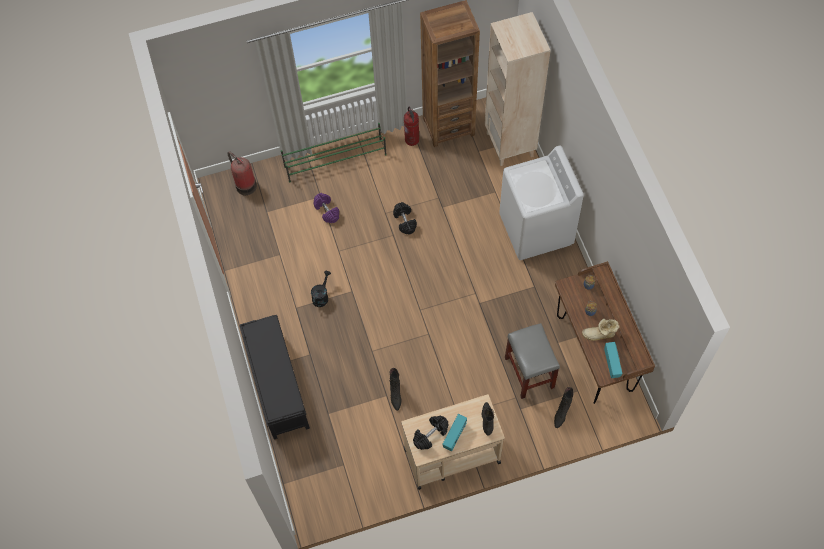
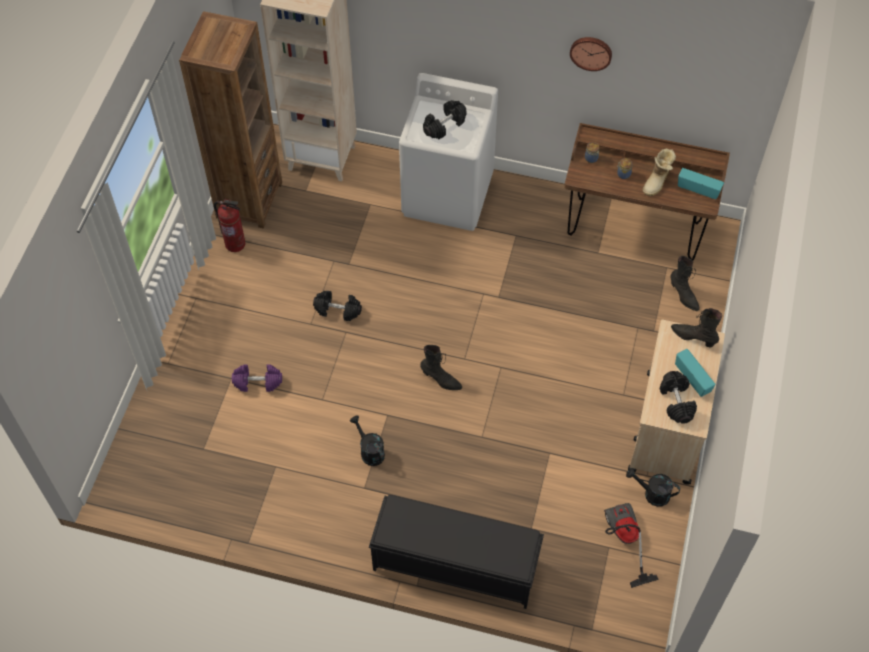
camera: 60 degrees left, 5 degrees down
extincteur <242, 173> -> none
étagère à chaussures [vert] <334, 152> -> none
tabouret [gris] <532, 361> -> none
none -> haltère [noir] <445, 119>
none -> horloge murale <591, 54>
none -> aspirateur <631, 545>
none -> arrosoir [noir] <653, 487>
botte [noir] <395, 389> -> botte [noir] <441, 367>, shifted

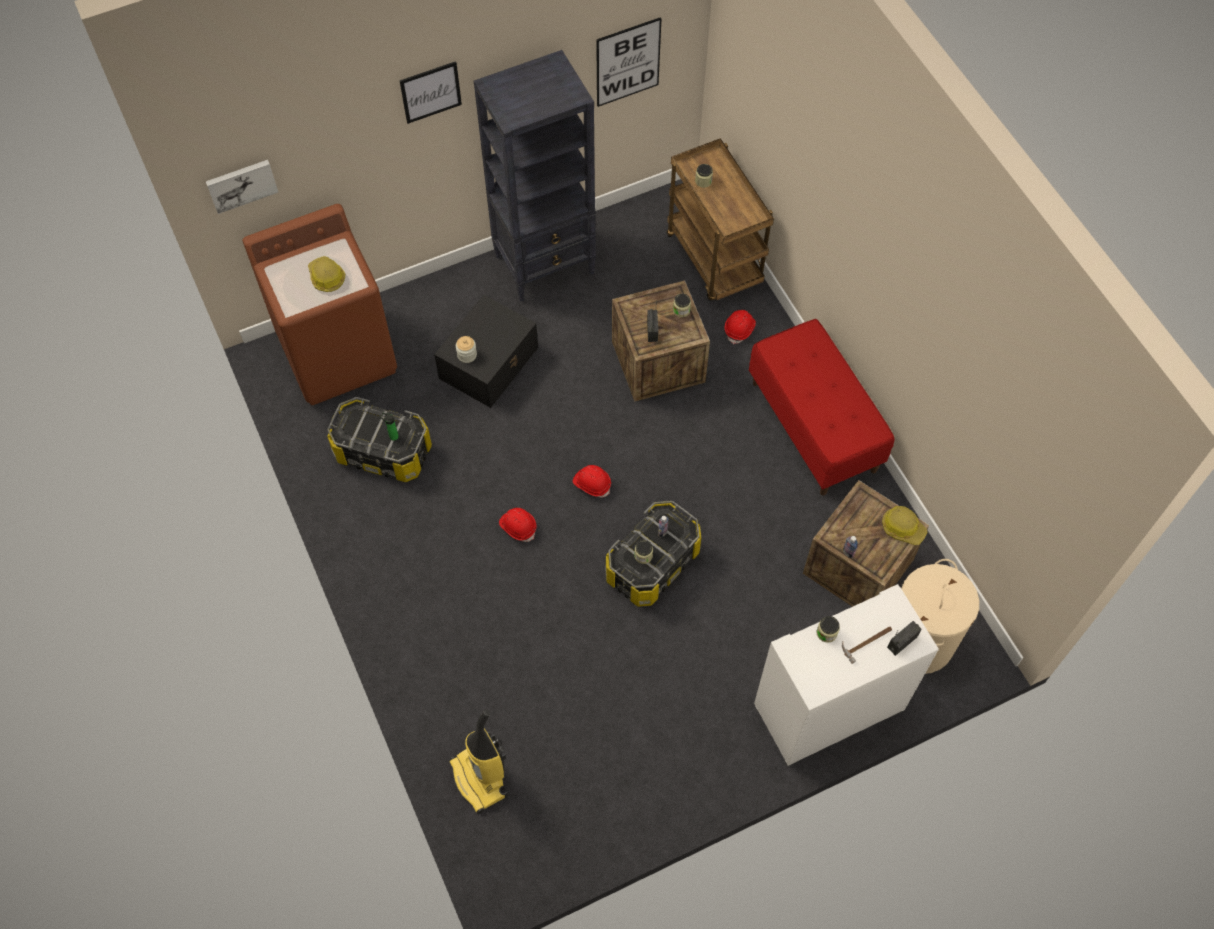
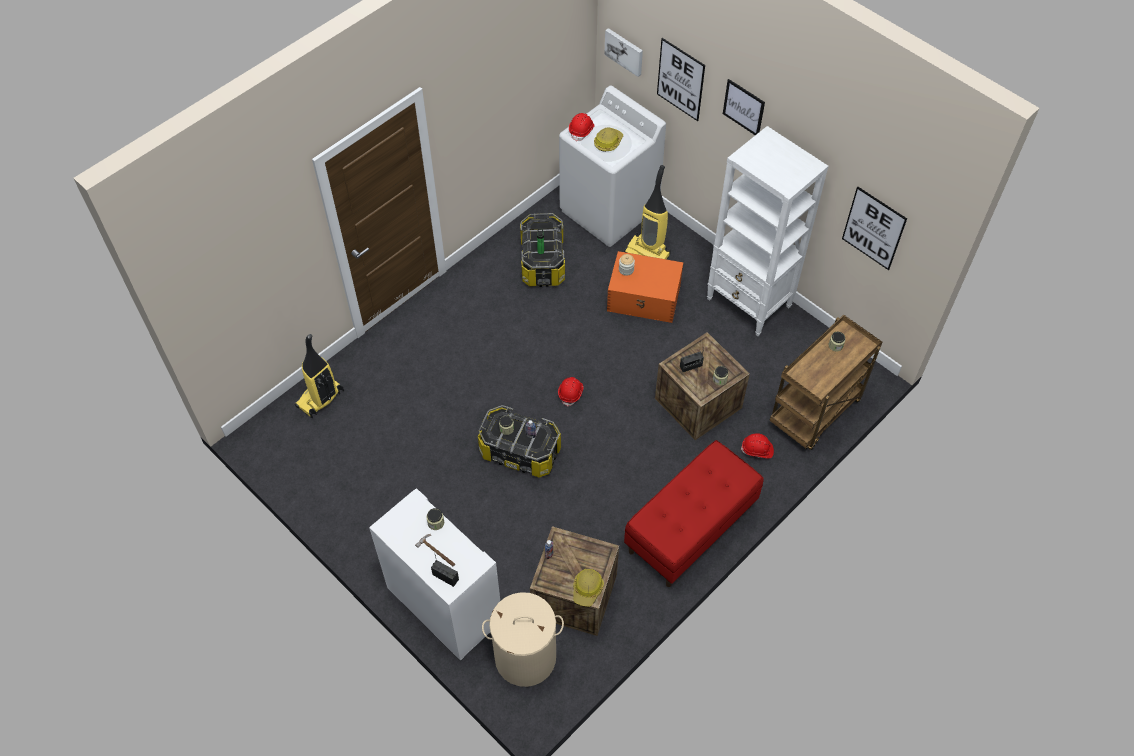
camera: 70 degrees right, 5 degrees down
none -> aspirateur <647, 212>
none -> tableau <681, 79>
casque de chantier [rouge] <517, 525> -> casque de chantier [rouge] <582, 127>, shifted
lave-linge [marron] <319, 304> -> lave-linge [blanc] <612, 166>
boîte de rangement [noir] <486, 351> -> boîte de rangement [orange] <645, 287>
bibliothèque [noir] <535, 176> -> bibliothèque [blanc] <768, 231>

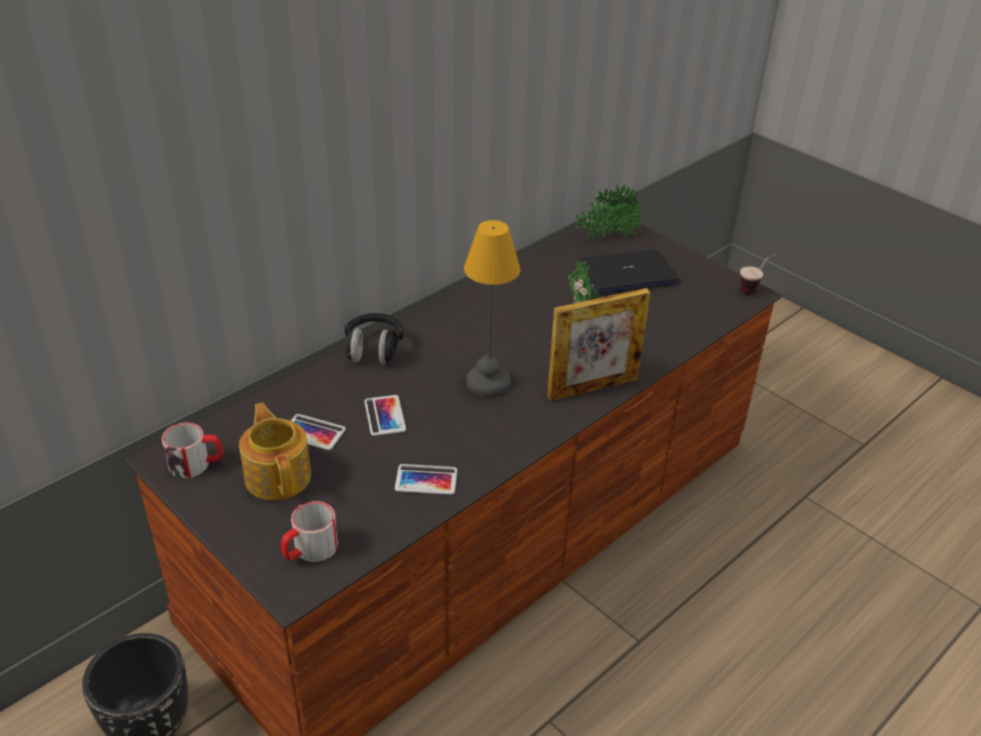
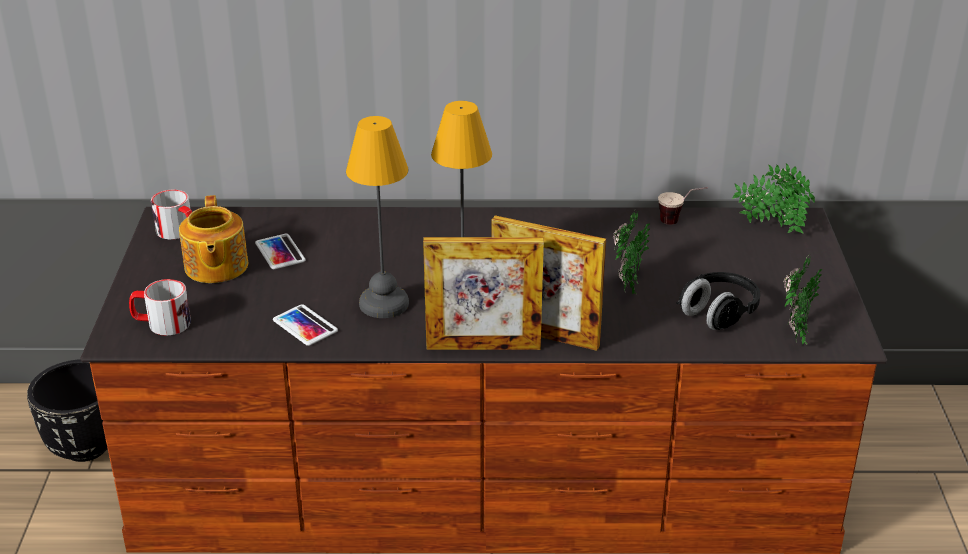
camera: 45 degrees right, 5 degrees down
téléphone <385, 415> -> none
ordinateur portable <628, 272> -> none
none -> lampe de table <377, 217>
none -> cadre photo <483, 293>
none -> plante en pot <803, 300>
casque audio [noir] <374, 339> -> casque audio [noir] <718, 301>, shifted
tasse <759, 273> -> tasse <683, 206>, shifted
théière <275, 451> -> théière <213, 239>, 150 degrees clockwise

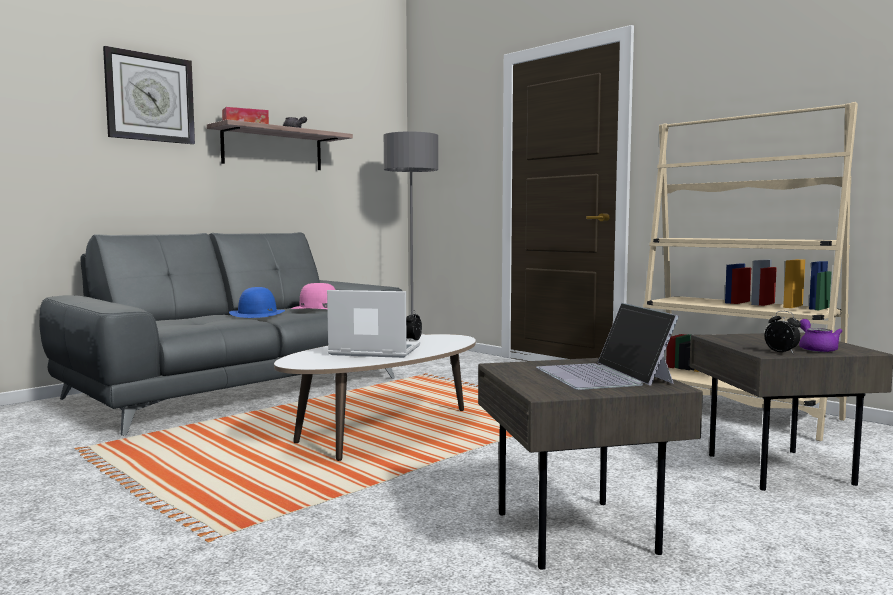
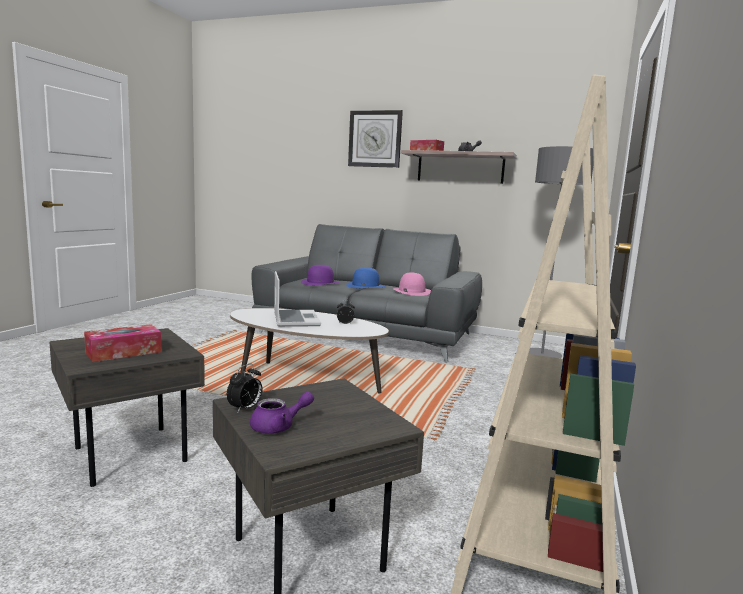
camera: 65 degrees right, 5 degrees up
none -> chapeau [violet] <320, 275>
ordinateur portable <607, 346> -> boîte à mouchoirs <123, 343>

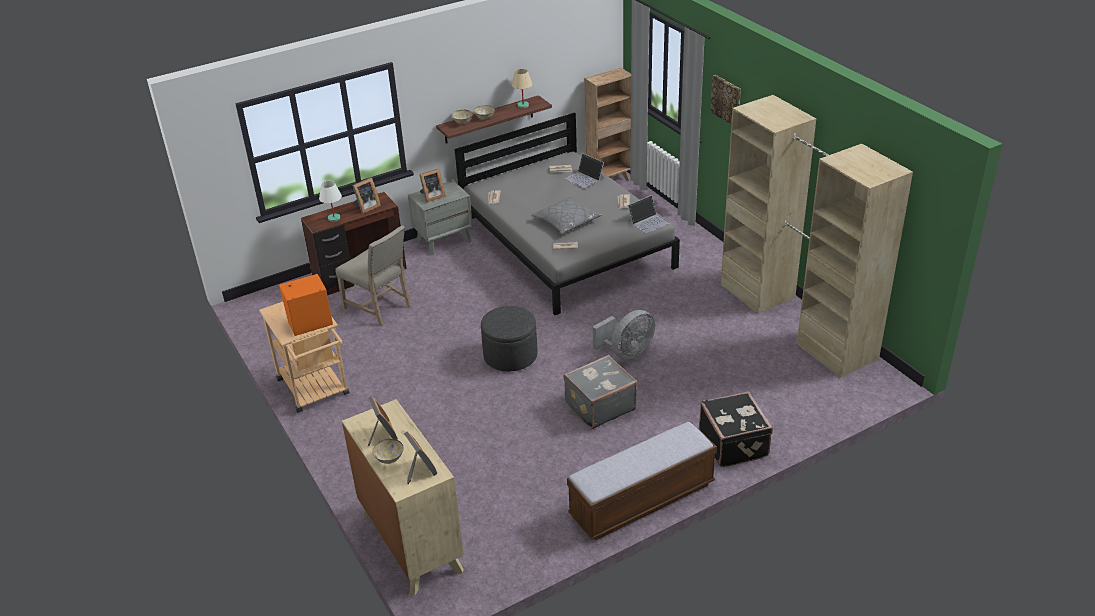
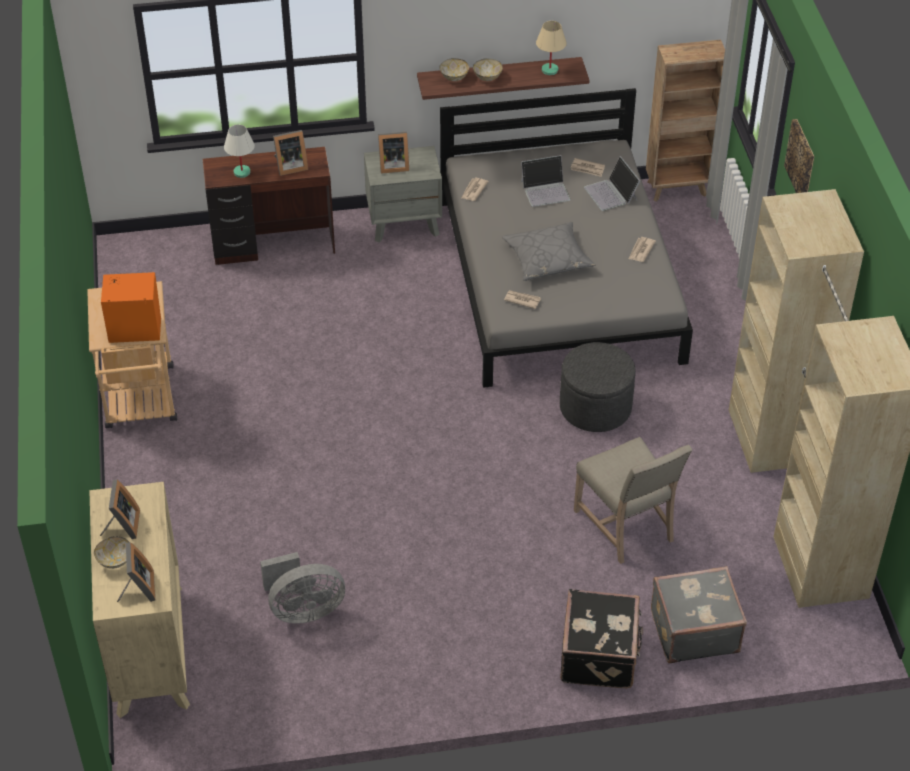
camera: 20 degrees right, 10 degrees up
banc <642, 481> -> none
chaise [beige] <373, 275> -> chaise [beige] <633, 500>, shifted
pouf [gris] <509, 338> -> pouf [gris] <598, 387>, shifted
valise [gris] <600, 392> -> valise [gris] <699, 614>, shifted
ventilateur [gris] <624, 335> -> ventilateur [gris] <302, 588>, shifted
ordinateur portable <648, 214> -> ordinateur portable <546, 181>, shifted

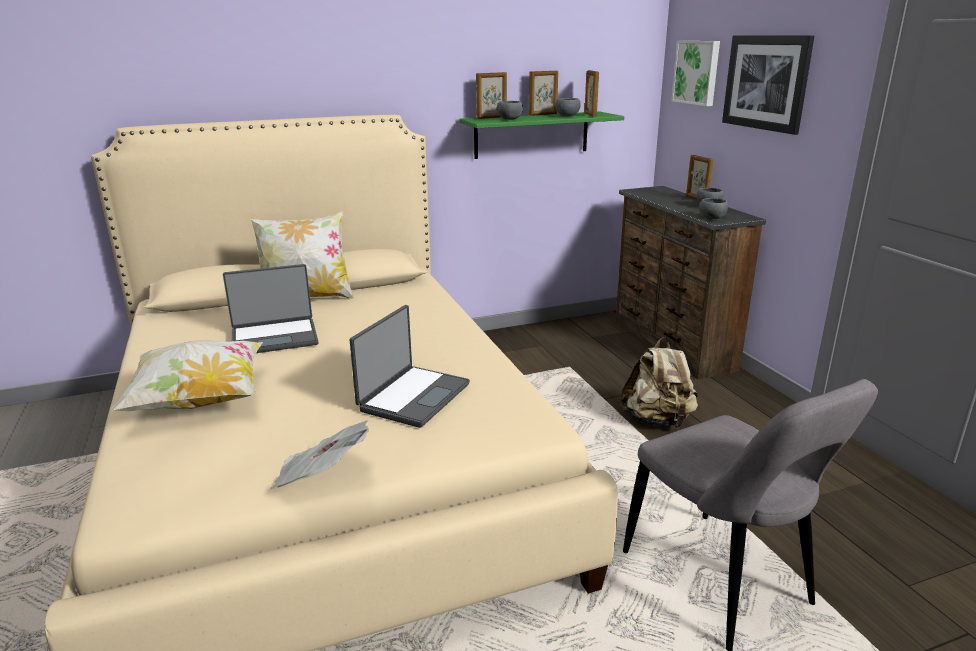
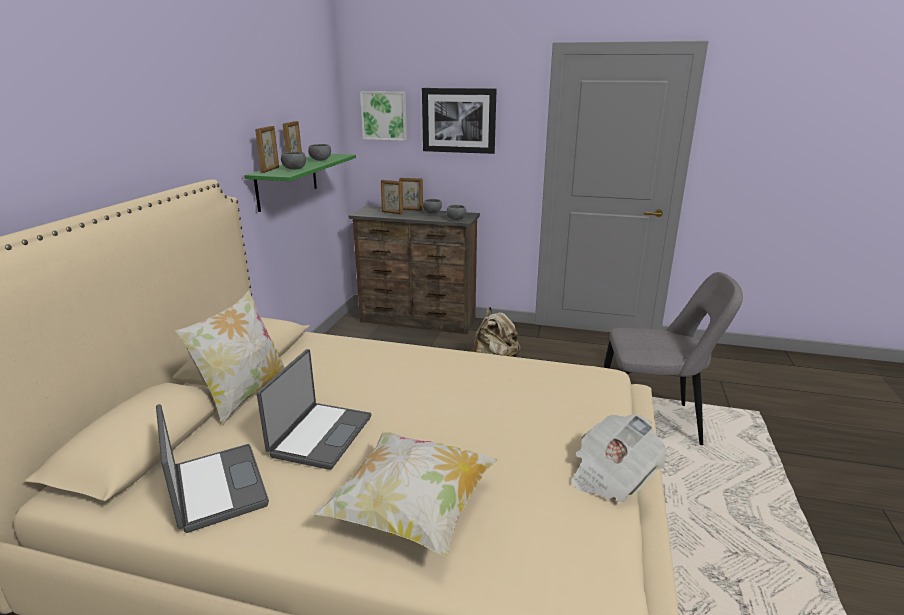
camera: 55 degrees left, 0 degrees up
ordinateur portable <410, 366> -> ordinateur portable <212, 468>, shifted
cadre photo <591, 93> -> cadre photo <392, 197>, shifted

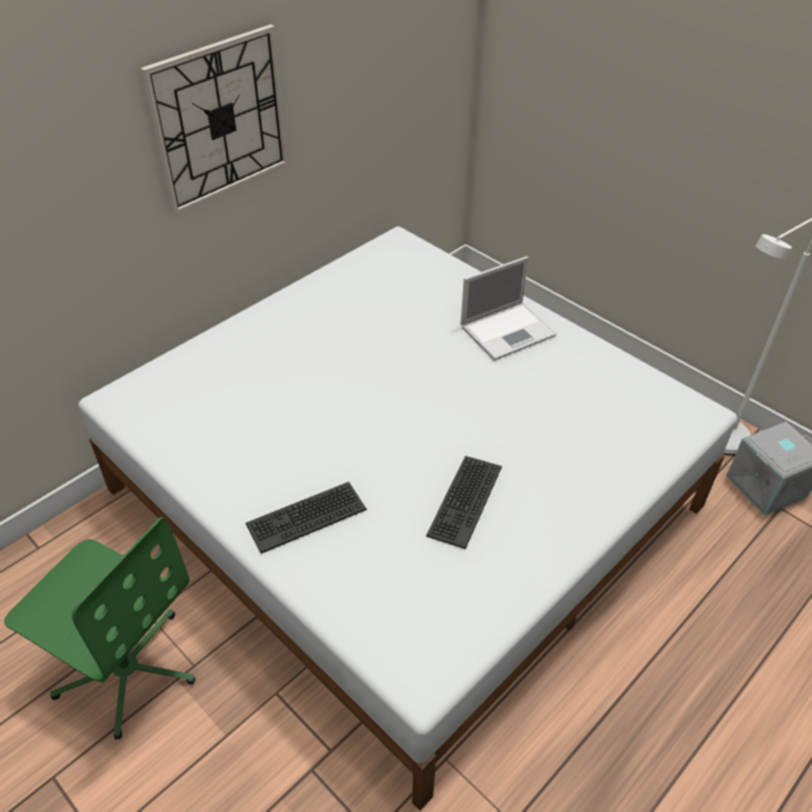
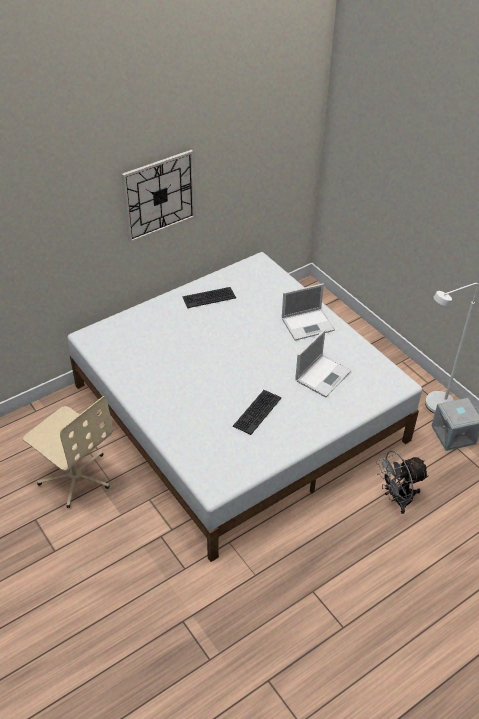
camera: 10 degrees right, 0 degrees up
none -> ordinateur portable <323, 363>
none -> ventilateur [gris] <402, 482>
clavier <306, 518> -> clavier <209, 297>, shifted
chaise de bureau [vert] <99, 628> -> chaise de bureau [beige] <68, 452>

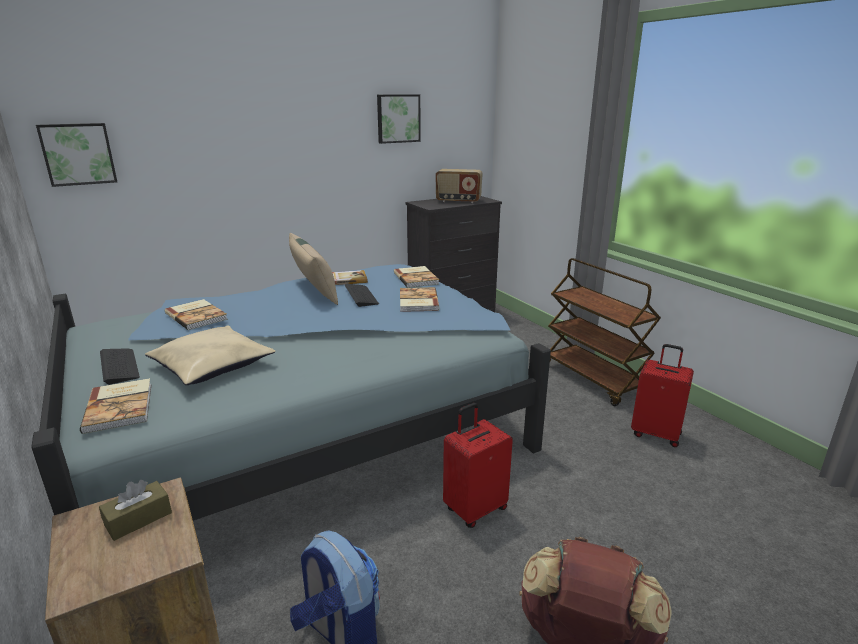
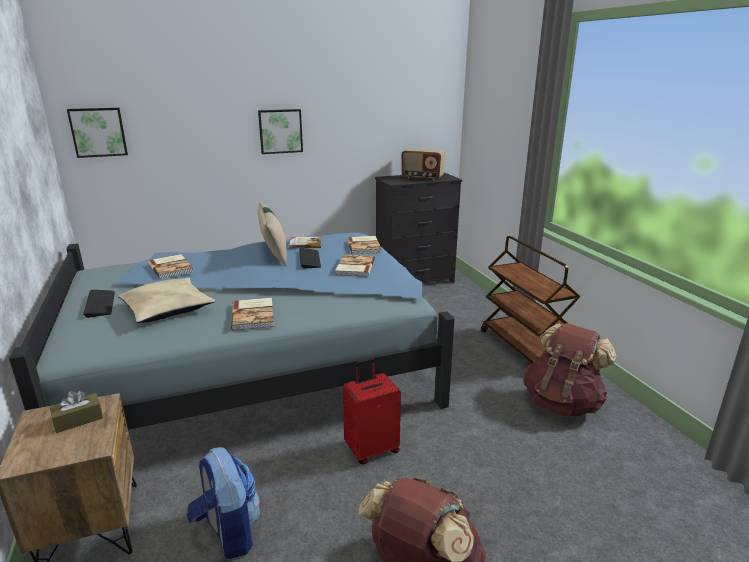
camera: 10 degrees right, 0 degrees up
livre <115, 406> -> livre <252, 314>, shifted
tableau <399, 119> -> tableau <280, 131>, shifted
valise [rouge] <662, 395> -> sac à dos [marron] <570, 370>

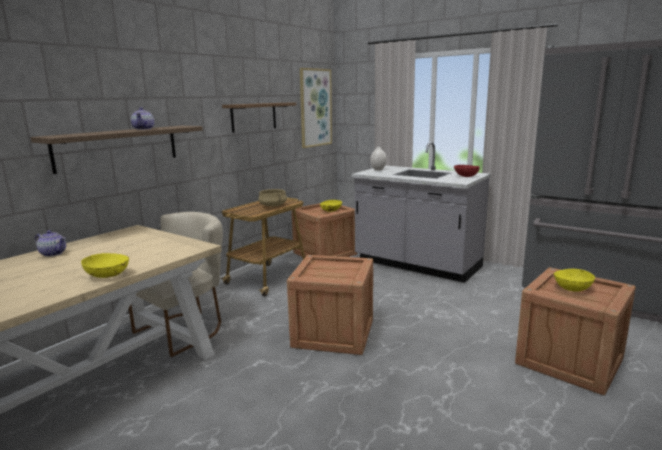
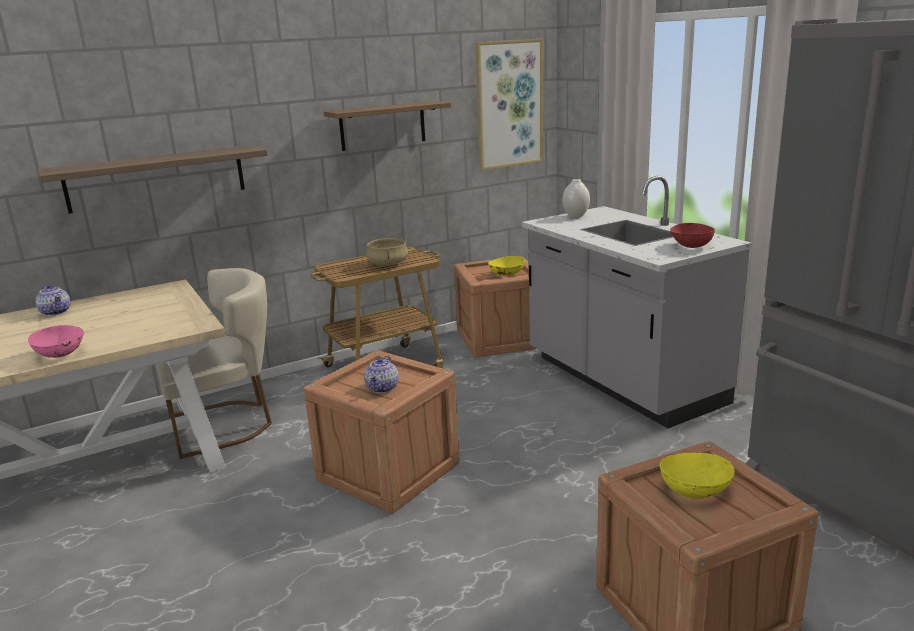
camera: 25 degrees right, 5 degrees up
théière <142, 118> -> théière <381, 374>, shifted
bol [jaune] <105, 265> -> bol [rose] <56, 341>

